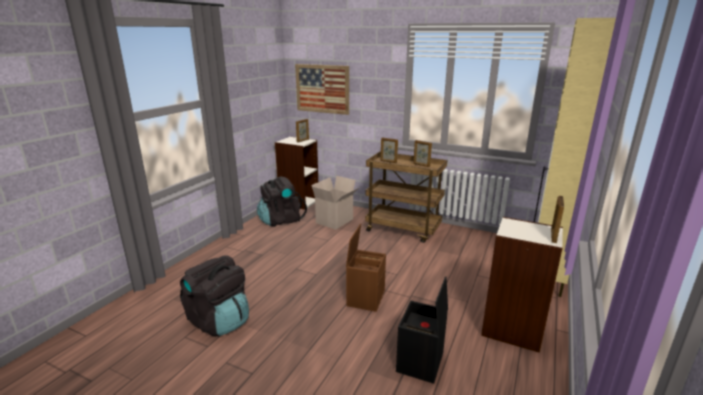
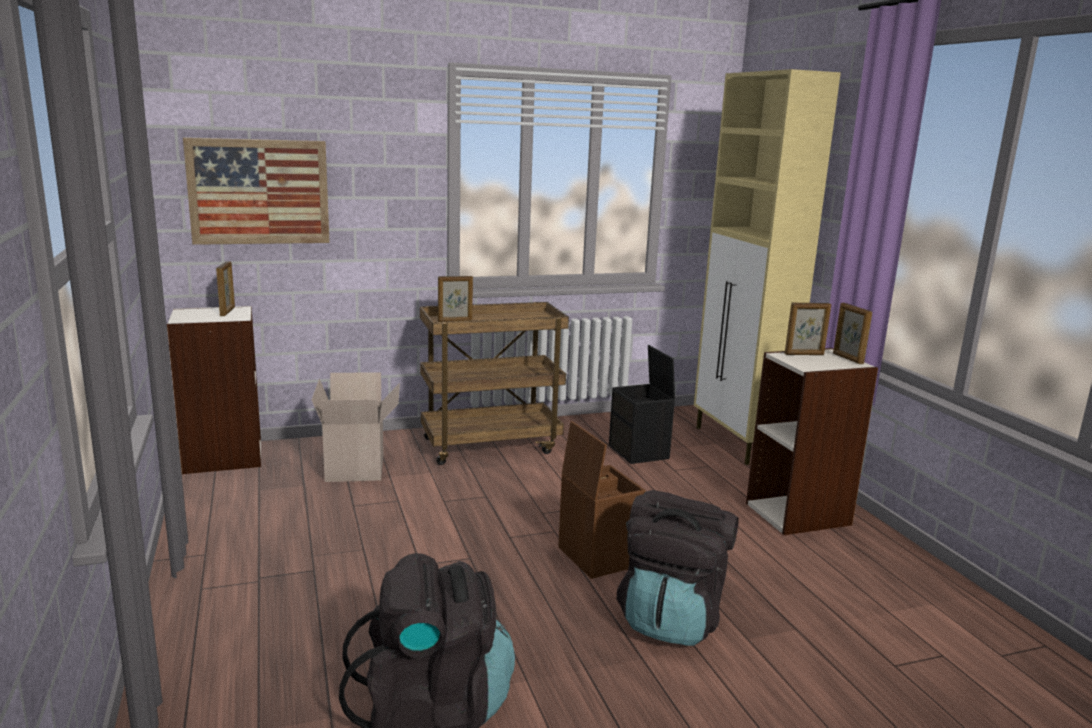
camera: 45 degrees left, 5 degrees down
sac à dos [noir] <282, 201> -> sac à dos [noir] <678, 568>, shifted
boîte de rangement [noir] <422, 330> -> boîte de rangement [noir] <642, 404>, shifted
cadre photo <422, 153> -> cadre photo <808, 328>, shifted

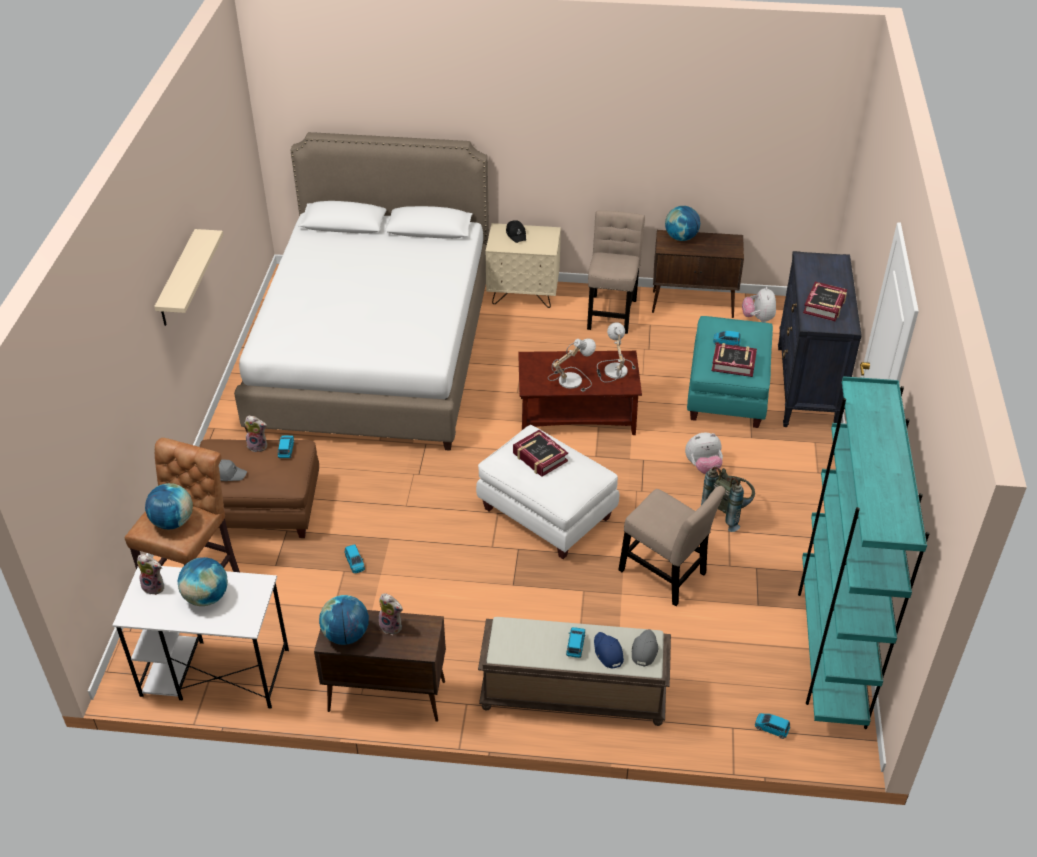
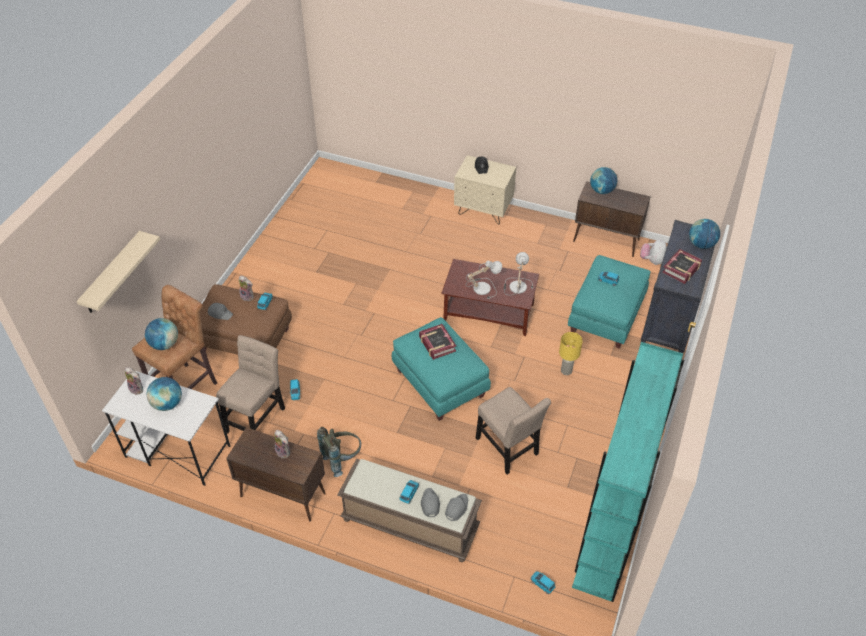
camera: 15 degrees right, 5 degrees up
lit [blanc] <361, 291> -> none
livre <734, 360> -> none
étagère [beige] <188, 277> -> étagère [beige] <118, 272>, shifted
globe <344, 620> -> globe <704, 234>, shifted
chaise [beige] <616, 272> -> chaise [beige] <250, 384>, shifted
sac à dos [gris] <728, 499> -> sac à dos [gris] <339, 452>, shifted
peluche <704, 453> -> lampe de table [jaune] <571, 353>
pouf [blanc] <547, 492> -> pouf [turquoise] <441, 369>
casquette [bleu] <609, 650> -> casquette [gris] <430, 502>

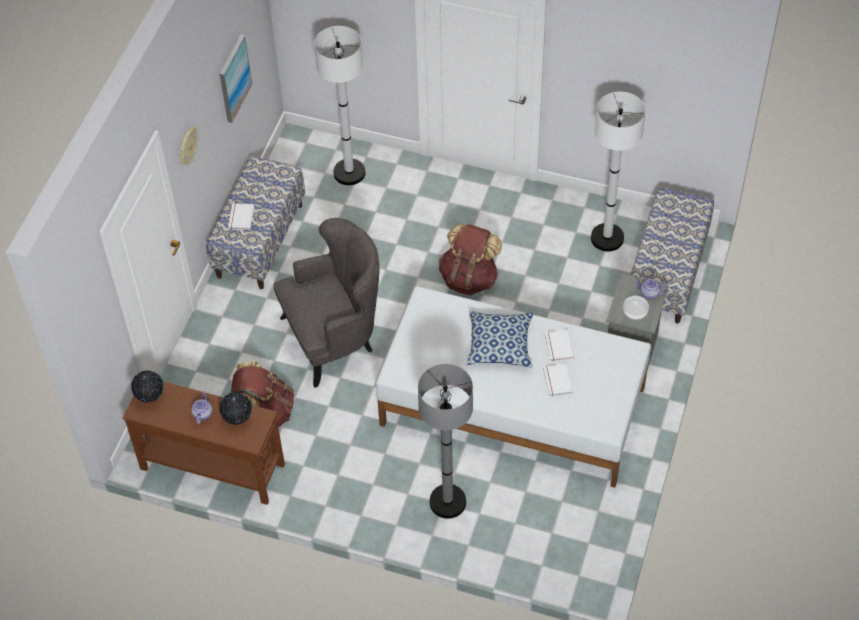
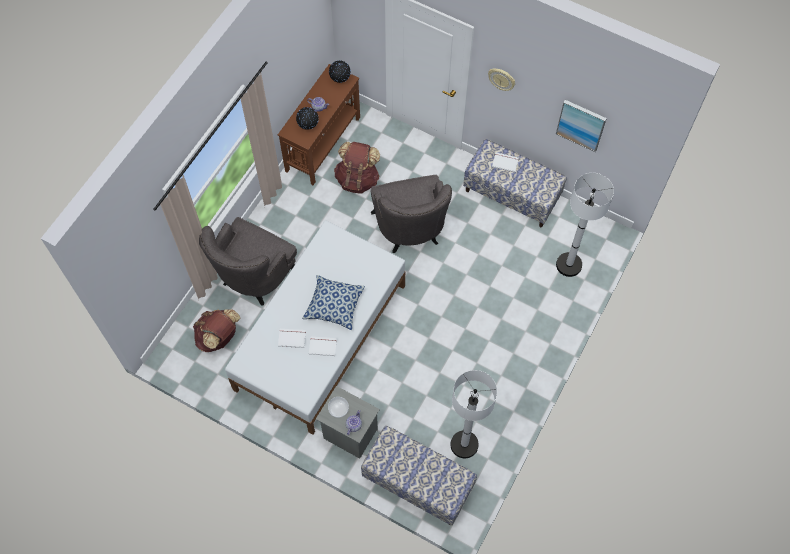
camera: 100 degrees right, 10 degrees up
sac à dos [marron] <470, 259> -> sac à dos [marron] <216, 330>, shifted
lampadaire [gris] <445, 441> -> fauteuil [gris] <248, 261>

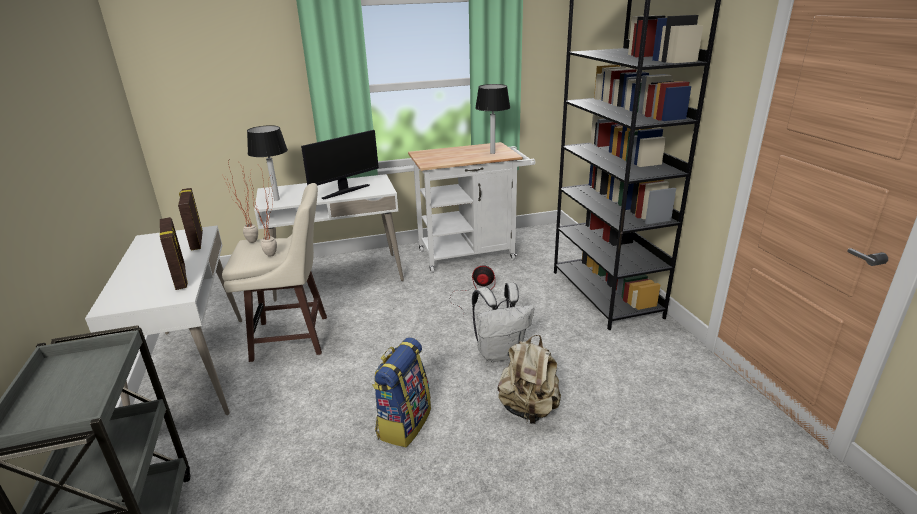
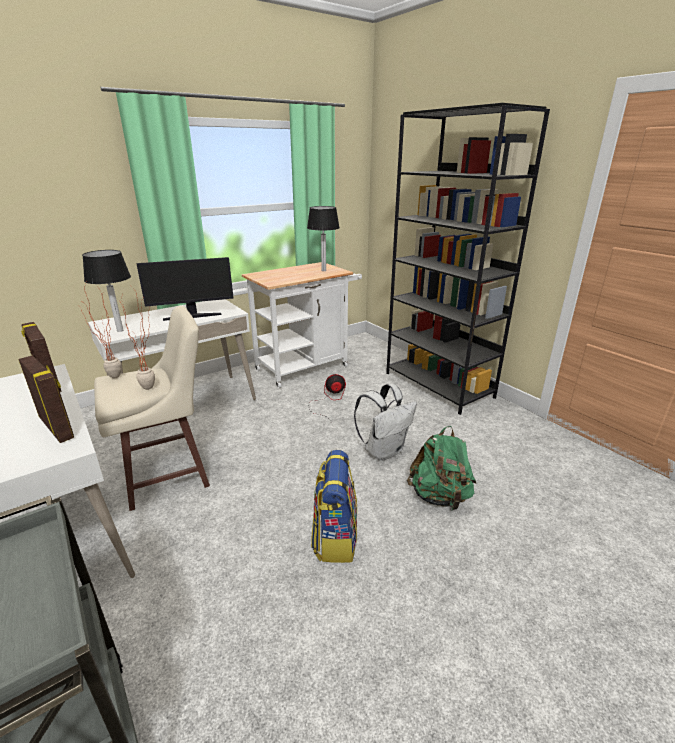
camera: 20 degrees left, 0 degrees up
sac à dos [beige] <529, 379> -> sac à dos [vert] <441, 468>
écran d'ordinateur <340, 165> -> écran d'ordinateur <185, 289>, 45 degrees clockwise

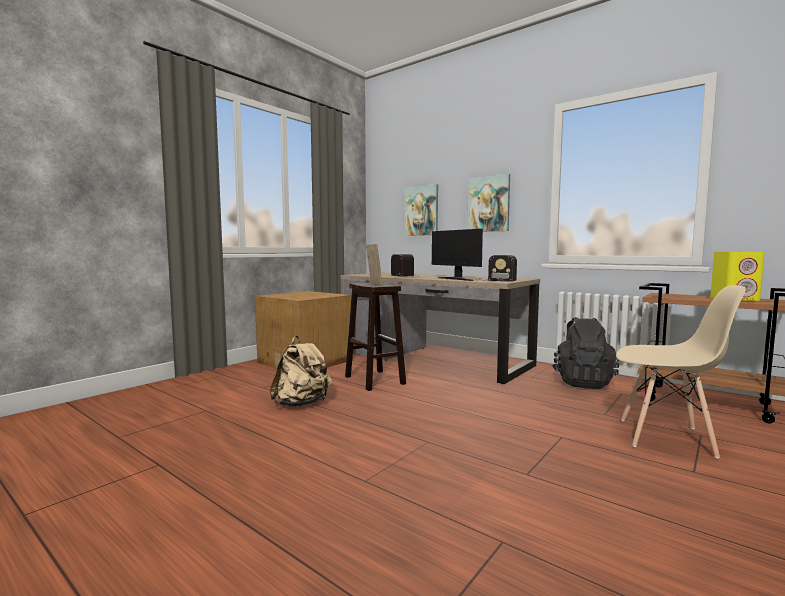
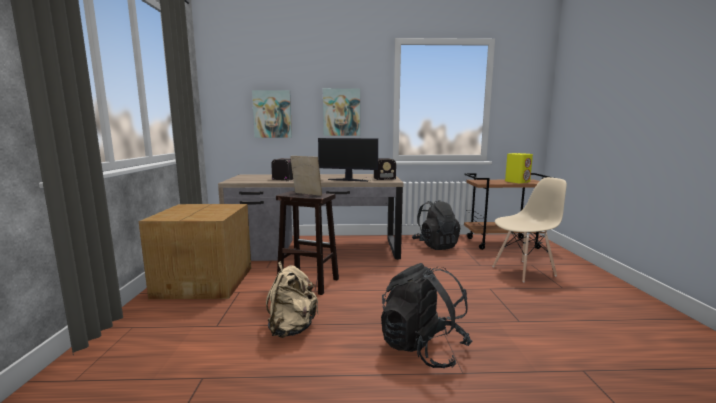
camera: 40 degrees left, 5 degrees up
none -> sac à dos [noir] <427, 315>

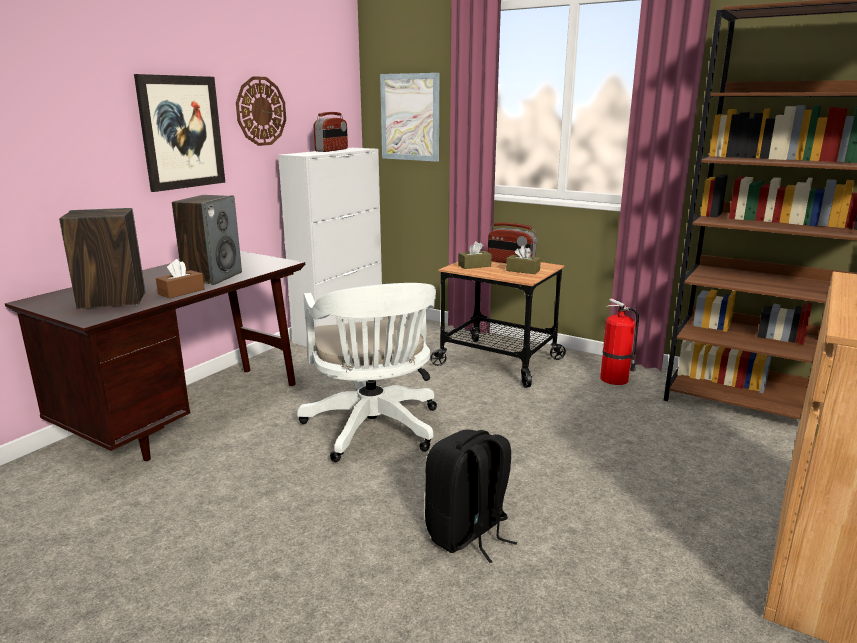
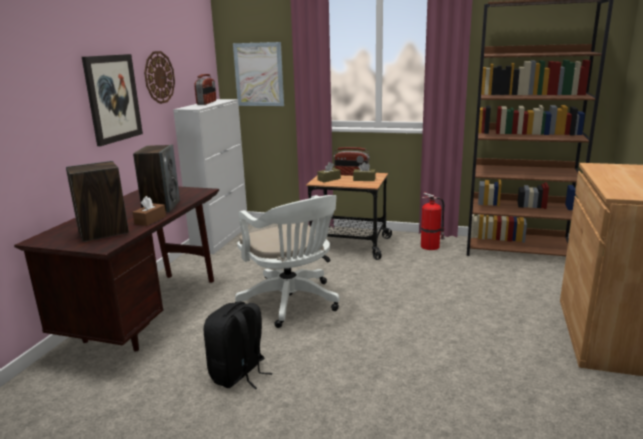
camera: 15 degrees left, 0 degrees up
sac à dos [noir] <471, 496> -> sac à dos [noir] <238, 345>, shifted

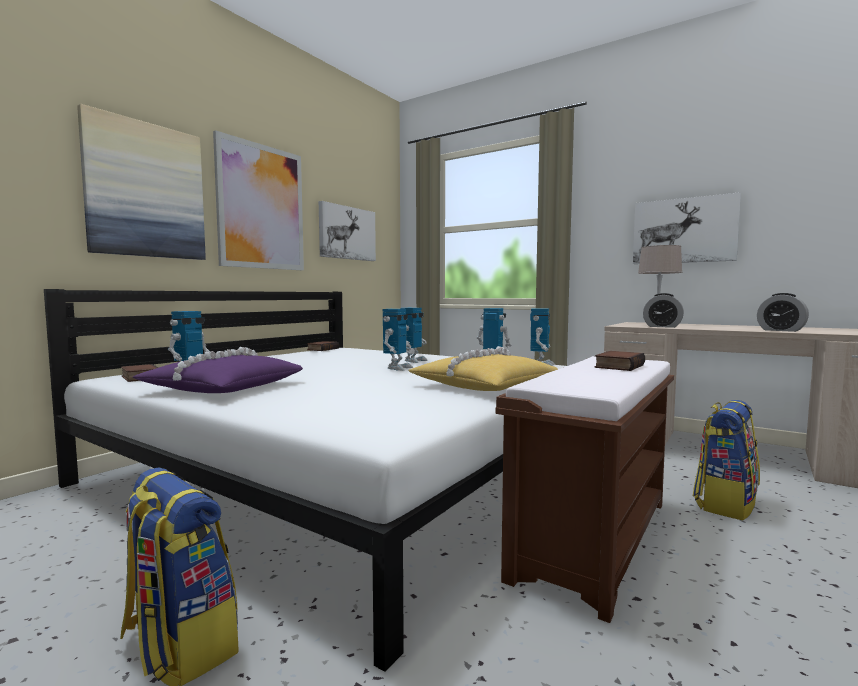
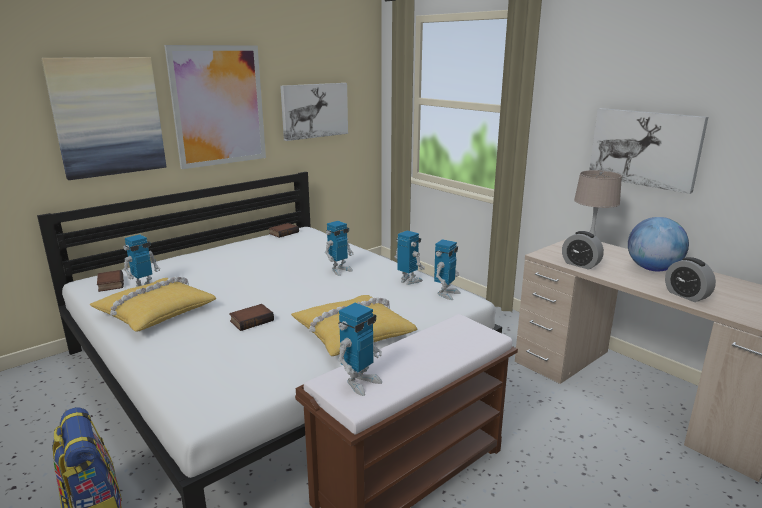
camera: 15 degrees right, 15 degrees up
sac à dos <726, 460> -> none
none -> globe <658, 244>
robot jouet <398, 340> -> robot jouet <360, 349>, shifted
livre <620, 361> -> livre <251, 317>, shifted
coussin [violet] <218, 370> -> coussin [jaune] <153, 304>

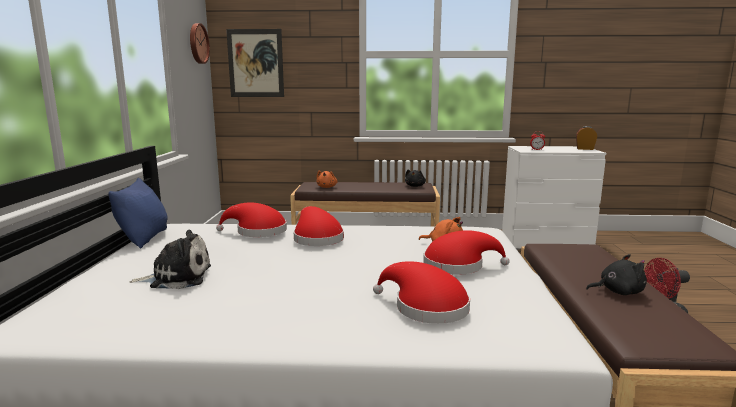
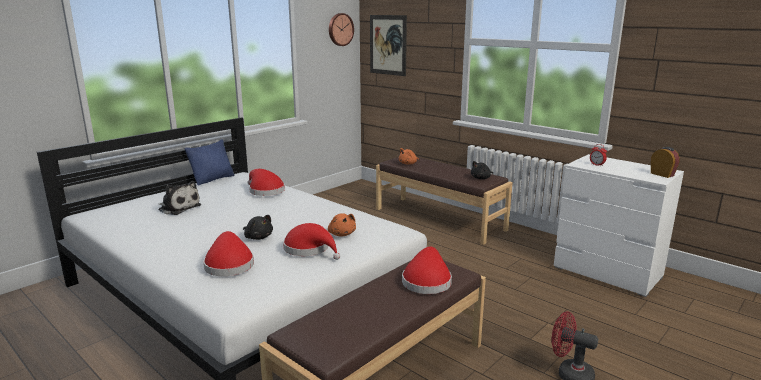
camera: 40 degrees right, 5 degrees up
chapeau [rouge] <319, 226> -> chapeau [rouge] <427, 270>, shifted
peluche [noir] <616, 274> -> peluche [noir] <258, 227>, shifted

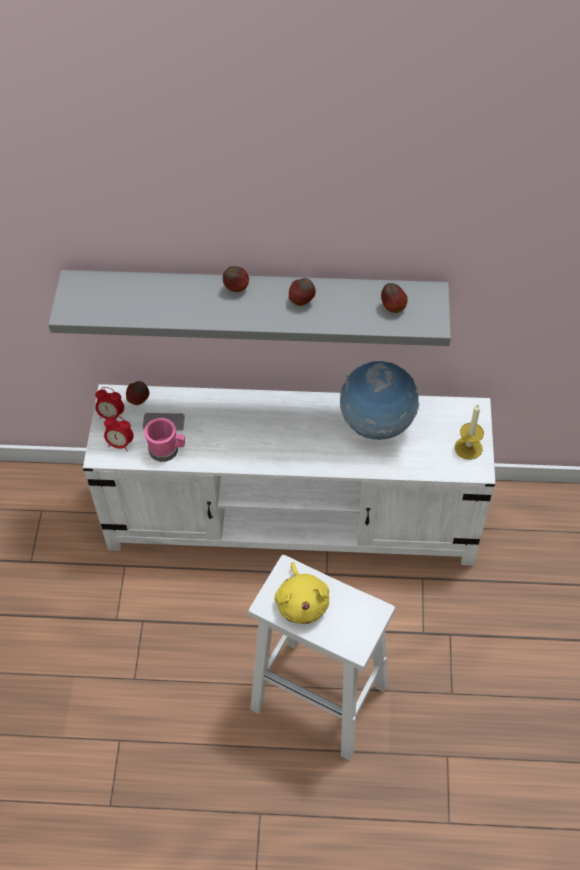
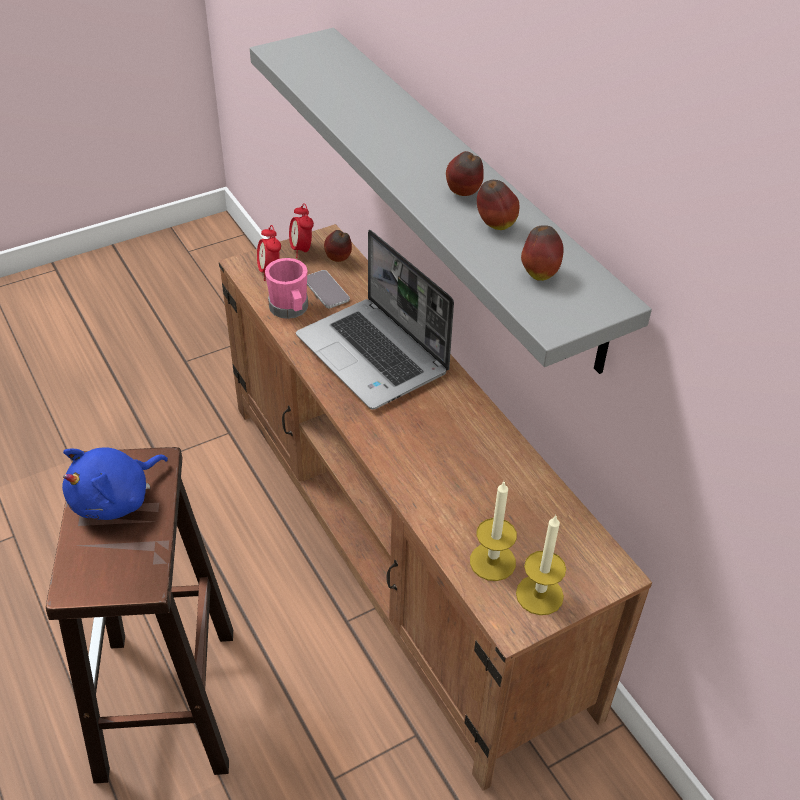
camera: 55 degrees right, 10 degrees down
globe <379, 400> -> none
none -> ordinateur portable <375, 319>
none -> bougie <493, 531>
pomme <236, 279> -> pomme <498, 205>, shifted
meuble télé [blanc] <289, 475> -> meuble télé [marron] <435, 507>
tabouret [blanc] <321, 657> -> tabouret [marron] <139, 615>
peluche [jaune] <301, 593> -> peluche [bleu] <115, 483>

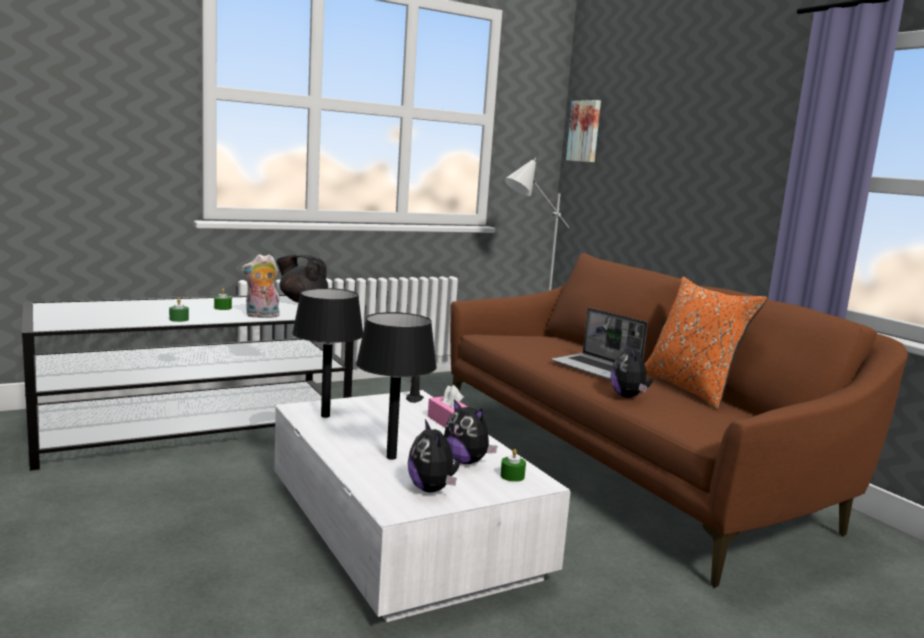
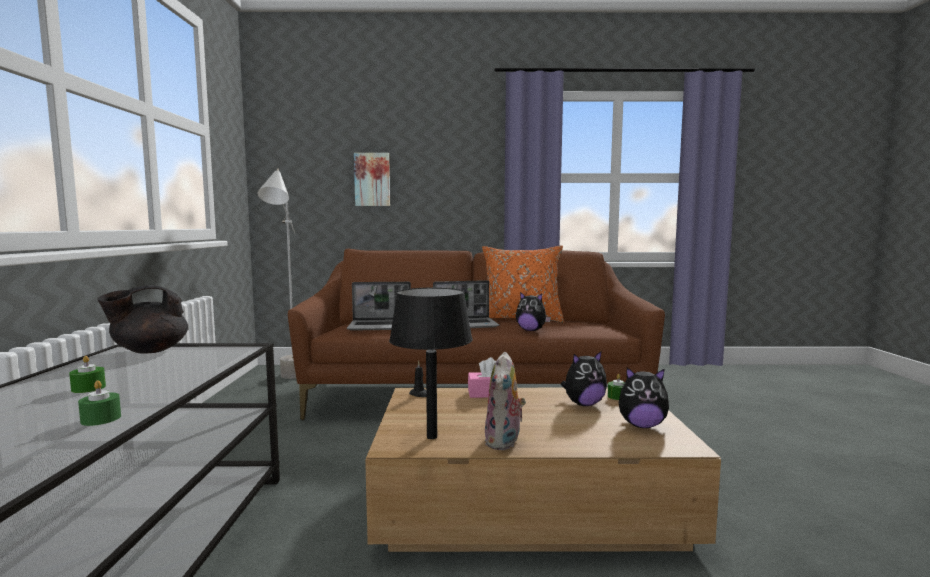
camera: 60 degrees left, 5 degrees down
lampe de table [noir] <396, 386> -> none
none -> ordinateur portable <379, 306>
peluche <260, 286> -> peluche <505, 401>, shifted
tableau <583, 131> -> tableau <372, 179>, shifted
table basse [blanc] <422, 506> -> table basse [marron] <543, 470>

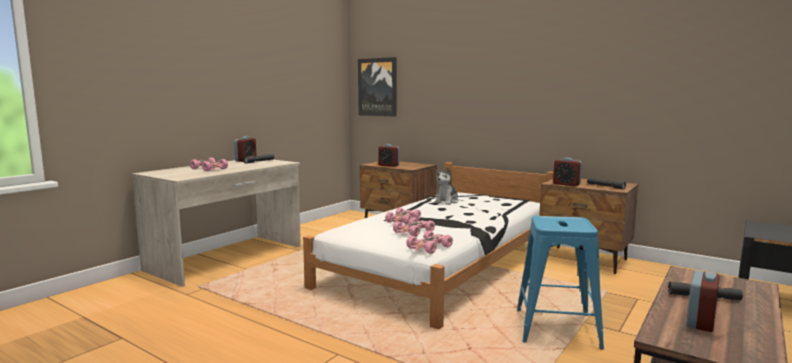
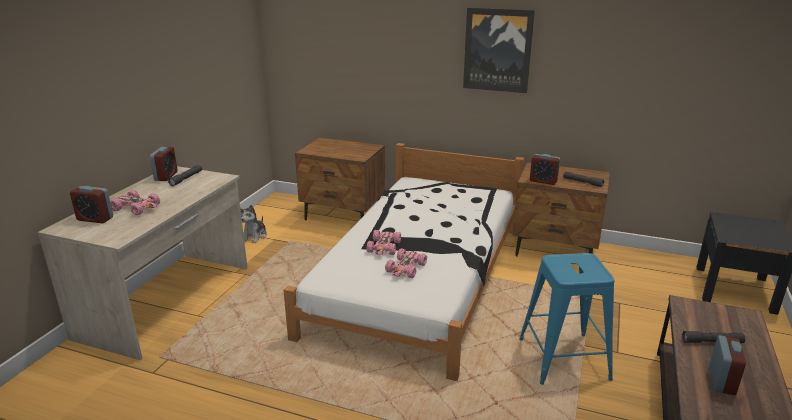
camera: 15 degrees left, 15 degrees up
petite voiture [rose] <429, 242> -> none
tableau <377, 86> -> tableau <499, 50>, shifted
réveil <389, 155> -> réveil <91, 204>, shifted
peluche <446, 186> -> peluche <253, 224>, shifted

